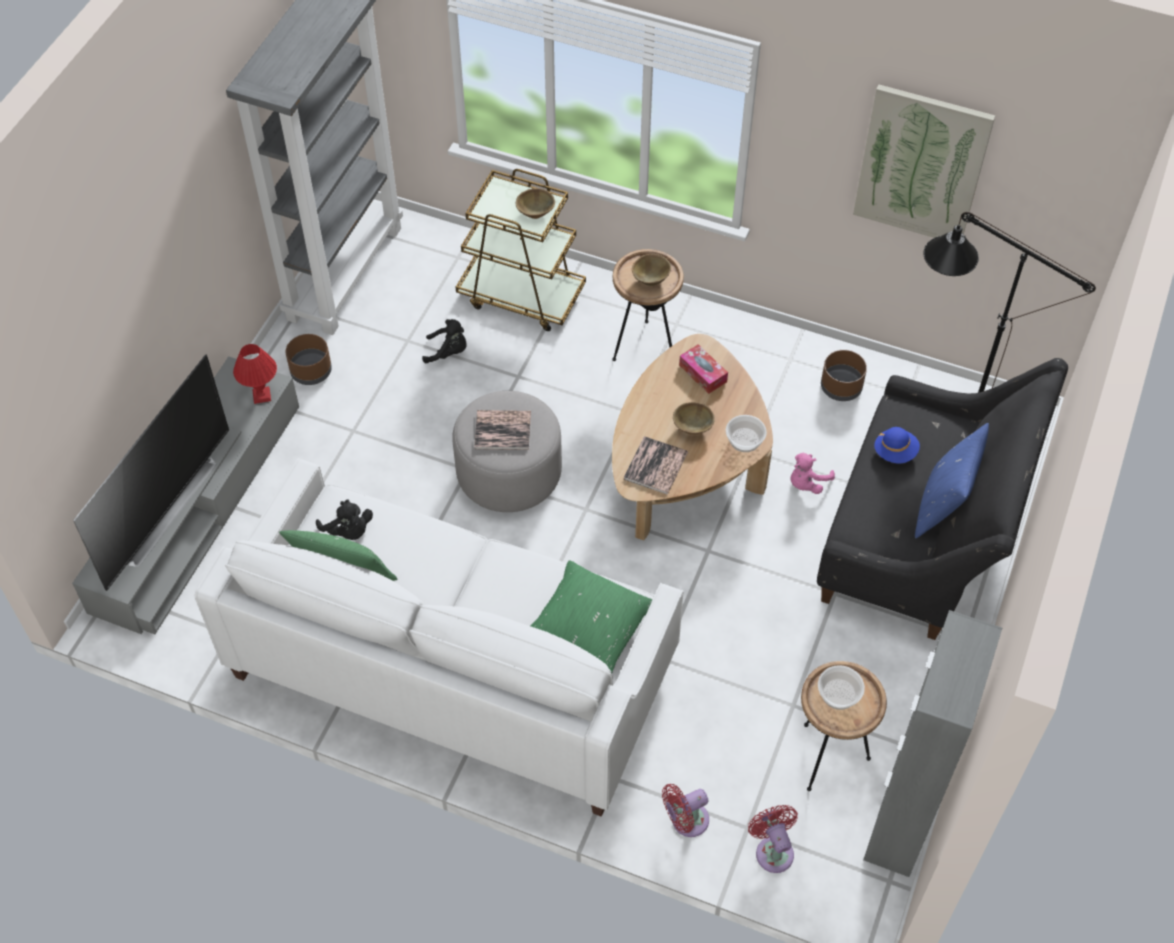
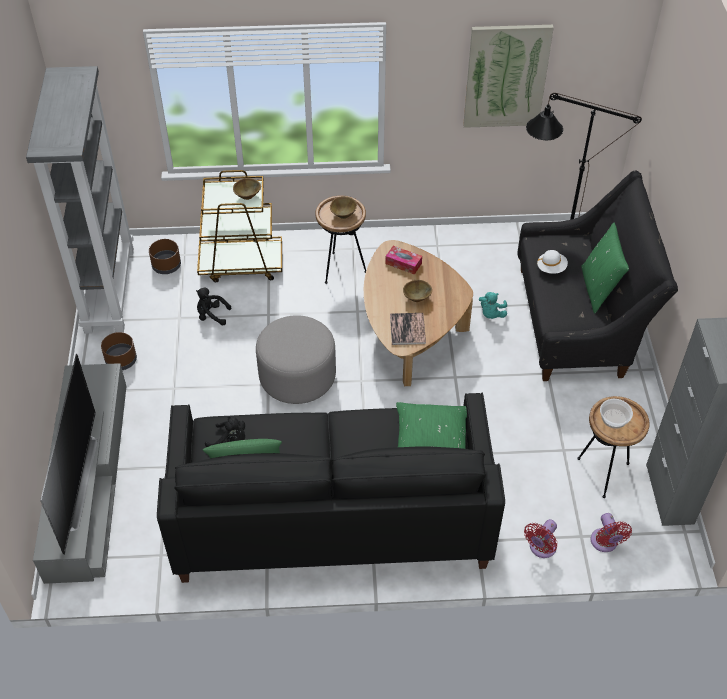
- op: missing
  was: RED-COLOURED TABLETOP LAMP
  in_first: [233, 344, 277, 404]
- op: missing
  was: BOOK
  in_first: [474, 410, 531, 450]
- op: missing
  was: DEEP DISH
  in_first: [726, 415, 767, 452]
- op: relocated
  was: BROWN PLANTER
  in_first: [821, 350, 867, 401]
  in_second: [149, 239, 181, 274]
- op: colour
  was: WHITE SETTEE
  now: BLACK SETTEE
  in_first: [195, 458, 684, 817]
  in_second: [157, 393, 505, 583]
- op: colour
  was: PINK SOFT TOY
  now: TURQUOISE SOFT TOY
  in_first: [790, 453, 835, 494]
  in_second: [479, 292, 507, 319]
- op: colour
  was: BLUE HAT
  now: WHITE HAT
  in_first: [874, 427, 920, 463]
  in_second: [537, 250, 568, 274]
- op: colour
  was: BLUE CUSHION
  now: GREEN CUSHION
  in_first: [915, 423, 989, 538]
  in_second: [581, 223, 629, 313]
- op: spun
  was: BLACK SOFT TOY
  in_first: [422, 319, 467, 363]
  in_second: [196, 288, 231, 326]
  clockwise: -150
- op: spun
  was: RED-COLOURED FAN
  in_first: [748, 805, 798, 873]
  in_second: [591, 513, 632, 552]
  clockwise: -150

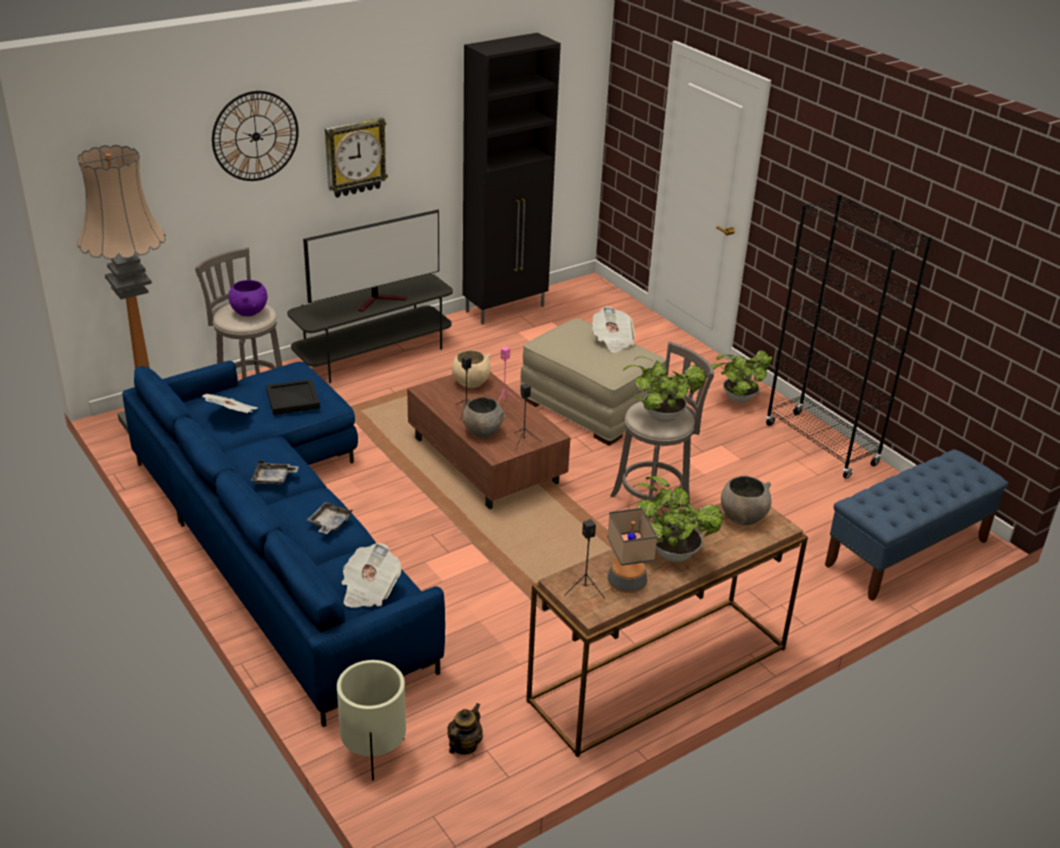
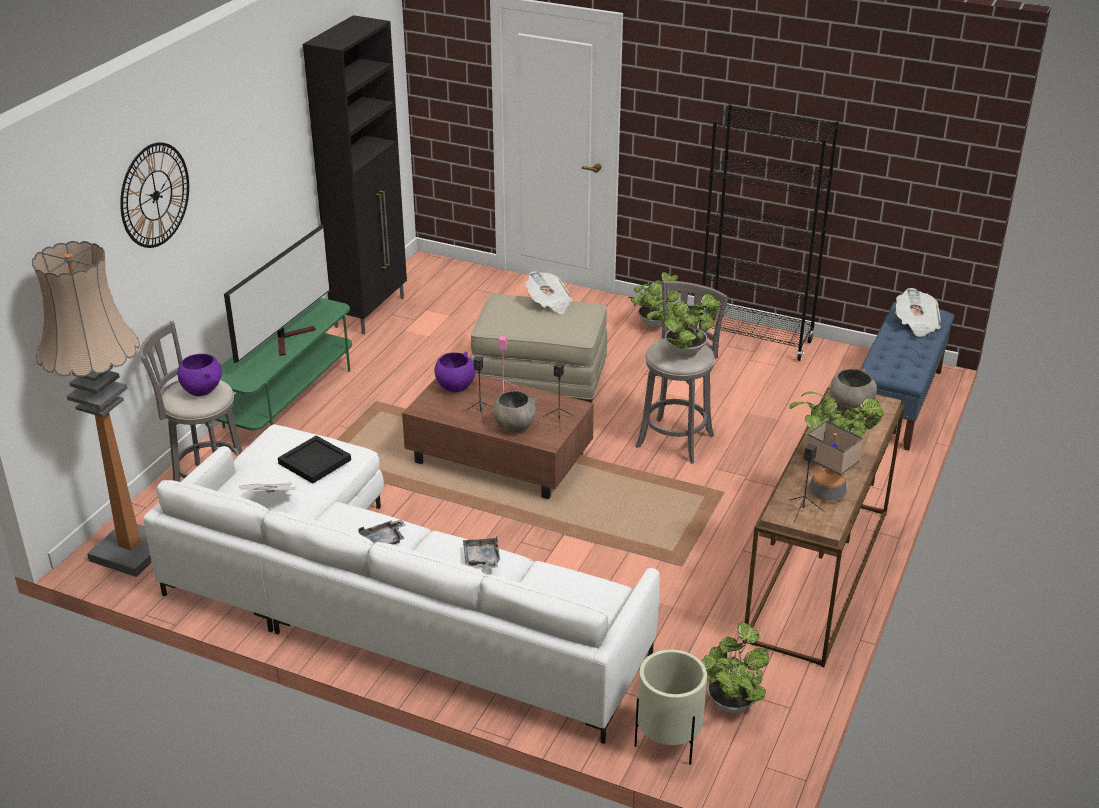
- op: missing
  was: CLOCK ON THE WALL
  in_first: [325, 117, 388, 198]
- op: relocated
  was: DAILY PAPER
  in_first: [342, 543, 401, 608]
  in_second: [896, 288, 941, 337]
- op: exchanged
  was: POT FOR TEA
  now: POTTED PLANT
  in_first: [447, 703, 483, 755]
  in_second: [702, 622, 769, 714]
- op: colour
  was: BLUE SETTEE
  now: WHITE SETTEE
  in_first: [122, 361, 445, 727]
  in_second: [143, 424, 660, 744]
- op: colour
  was: GREYISH MEDIA CONSOLE
  now: GREEN MEDIA CONSOLE
  in_first: [287, 274, 453, 383]
  in_second: [216, 298, 352, 431]
- op: colour
  was: SAND-COLOURED DEEP DISH
  now: PURPLE-COLOURED DEEP DISH
  in_first: [452, 350, 491, 388]
  in_second: [435, 352, 476, 392]

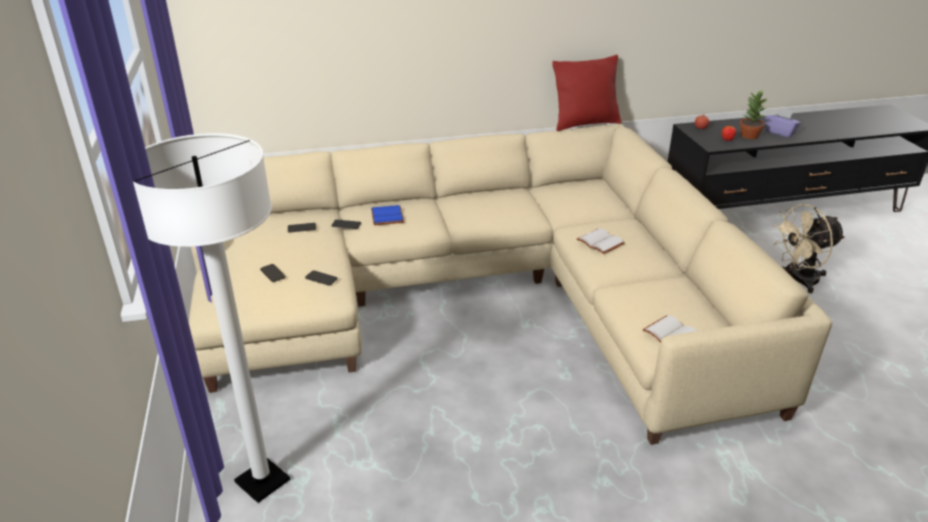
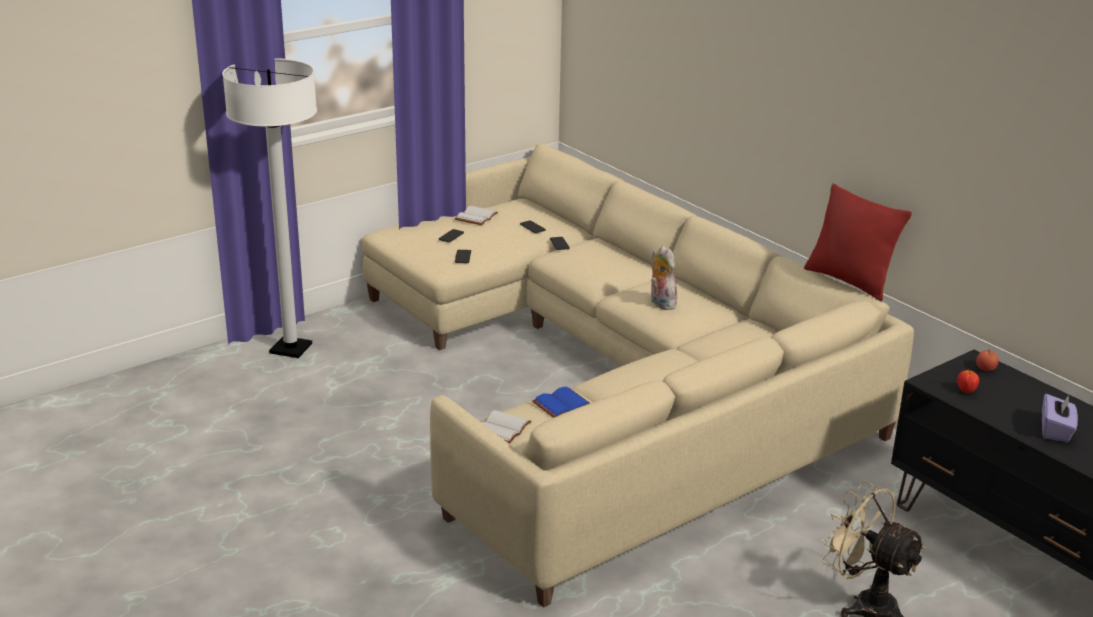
- op: missing
  was: POTTED PLANT
  in_first: [740, 90, 767, 139]
- op: appeared
  now: SOFT TOY
  in_second: [651, 246, 677, 310]
- op: relocated
  was: BLUE BOOK
  in_first: [371, 205, 404, 225]
  in_second: [532, 387, 590, 418]
- op: relocated
  was: WHITE BOOK
  in_first: [577, 228, 625, 254]
  in_second: [455, 206, 498, 225]

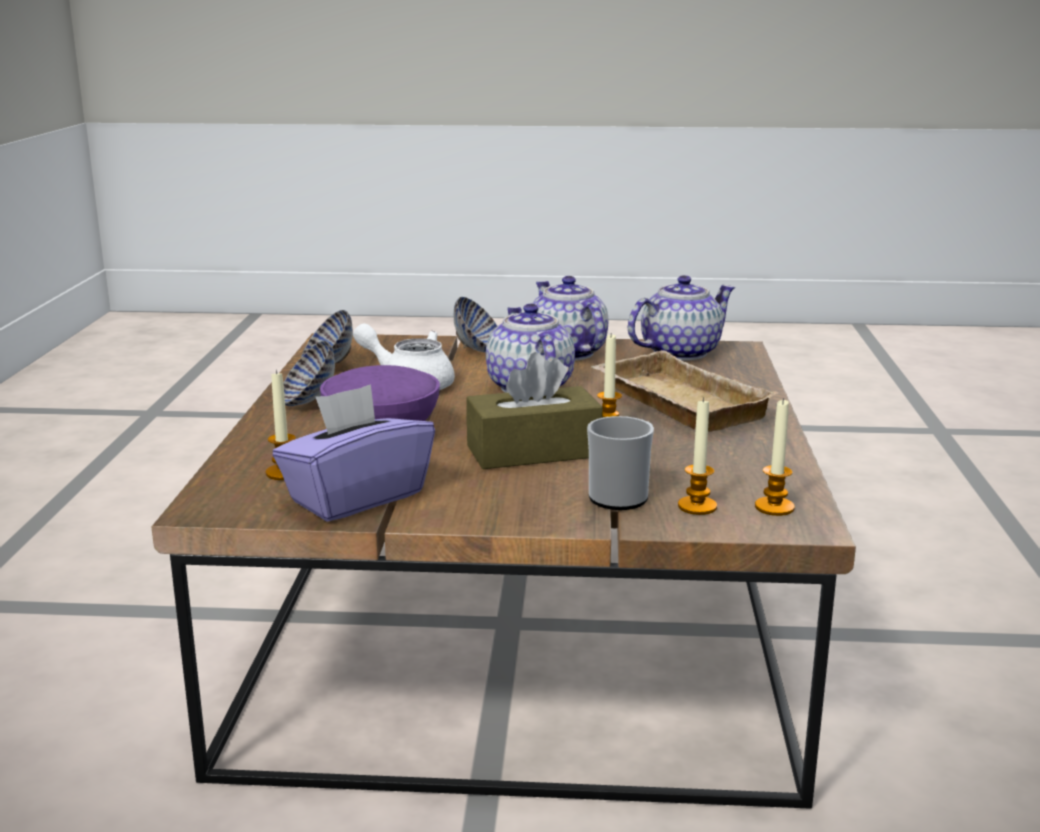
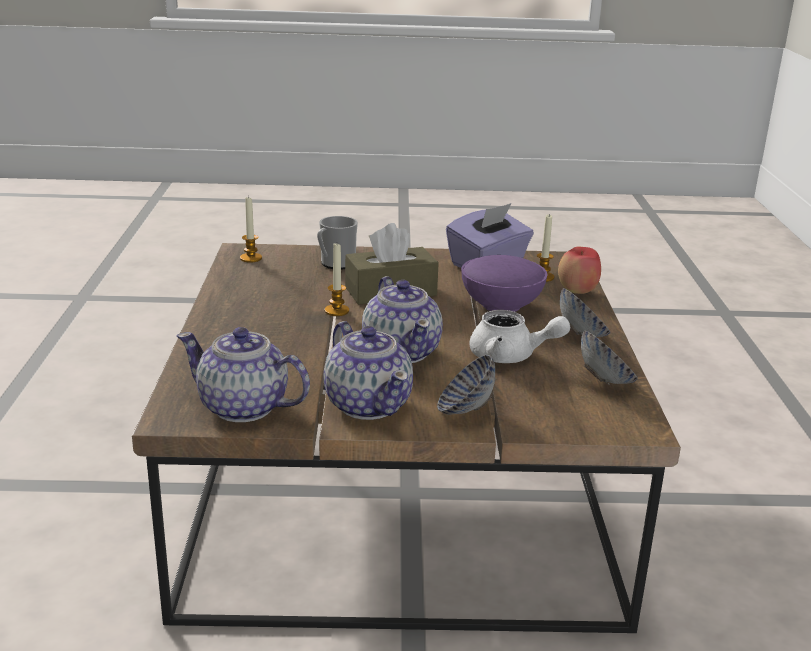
- op: missing
  was: SAND-COLOURED CARRYING TRAY
  in_first: [591, 350, 779, 432]
- op: missing
  was: WAX CANDLE
  in_first: [678, 397, 717, 515]
- op: appeared
  now: APPLE
  in_second: [558, 246, 601, 294]
- op: spun
  was: POT FOR TEA
  in_first: [628, 275, 735, 360]
  in_second: [176, 327, 310, 422]
  clockwise: 60

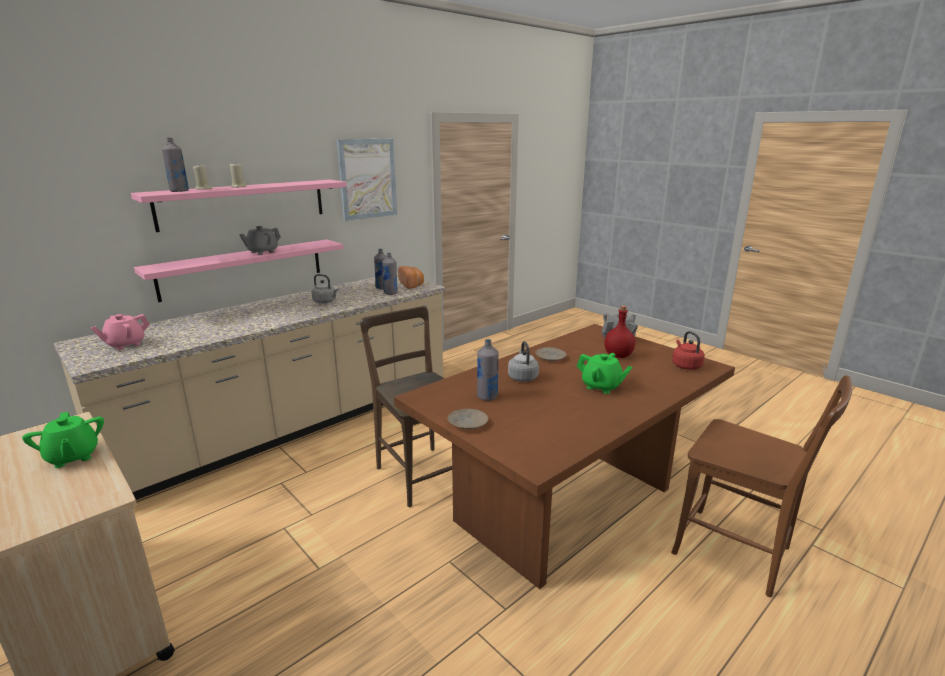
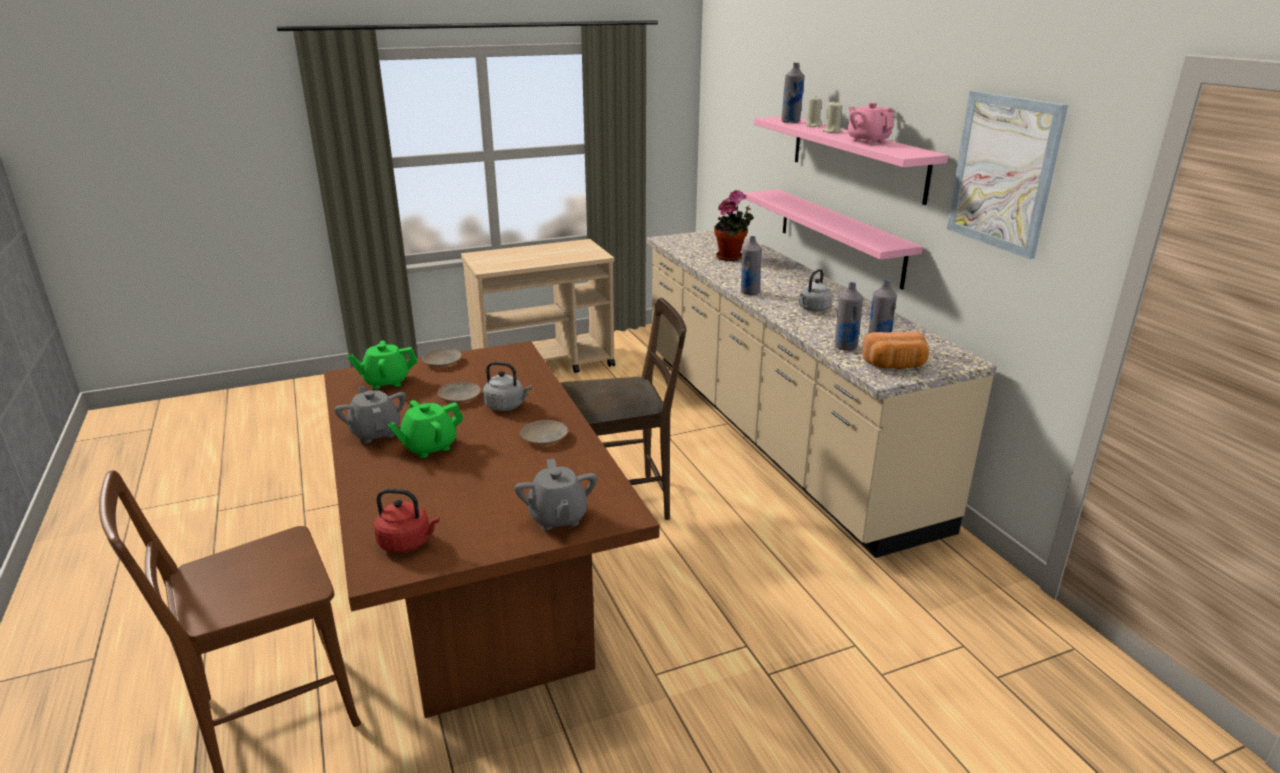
- op: missing
  was: RED-COLOURED DRINK BOTTLE
  in_first: [604, 306, 635, 358]
- op: appeared
  now: SAND-COLOURED PLATE
  in_second: [438, 381, 481, 403]
- op: appeared
  now: POTTED PLANT
  in_second: [714, 190, 754, 261]
- op: relocated
  was: GREEN POT FOR TEA
  in_first: [22, 412, 104, 468]
  in_second: [347, 340, 417, 389]
- op: relocated
  was: PINK POT FOR TEA
  in_first: [91, 314, 150, 350]
  in_second: [848, 102, 894, 144]
- op: relocated
  was: GREYISH POT FOR TEA
  in_first: [239, 226, 281, 255]
  in_second: [335, 386, 406, 443]
- op: relocated
  was: GREYISH DRINK BOTTLE
  in_first: [477, 339, 499, 401]
  in_second: [741, 236, 762, 295]

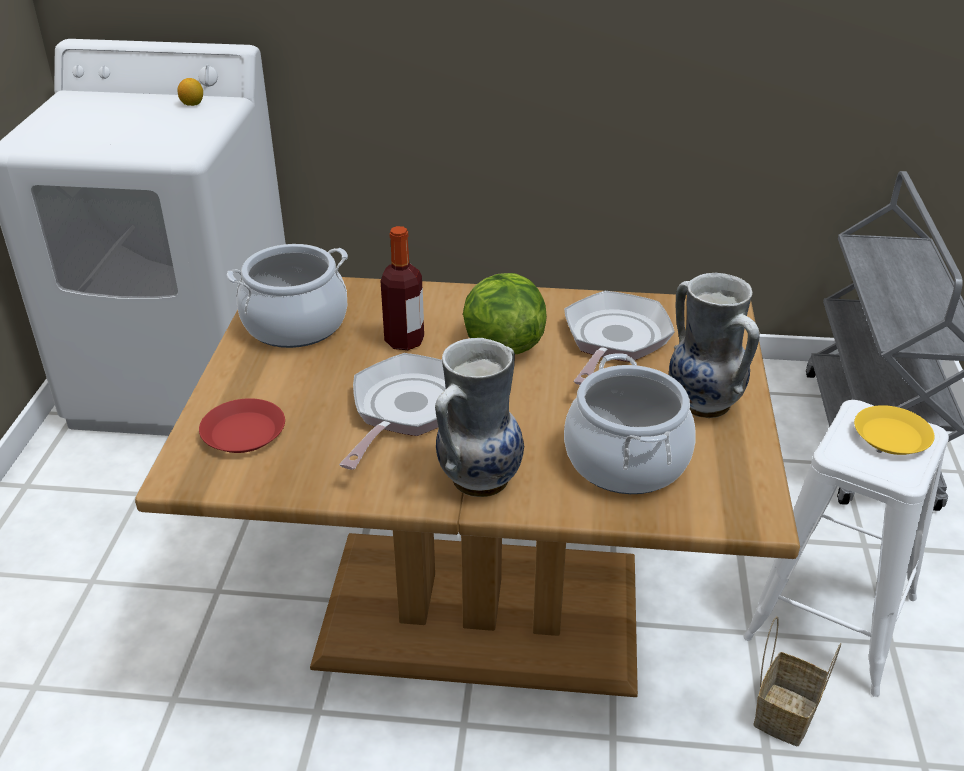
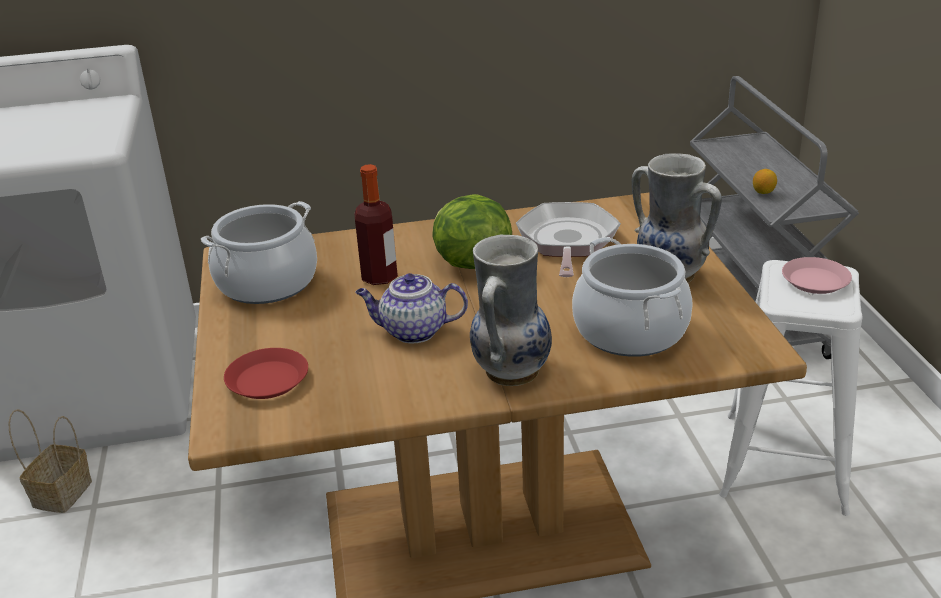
- op: relocated
  was: CITRUS FRUIT
  in_first: [177, 78, 203, 106]
  in_second: [753, 169, 777, 194]
- op: relocated
  was: HOUSEHOLD BASKET
  in_first: [753, 616, 841, 746]
  in_second: [8, 409, 92, 513]
- op: exchanged
  was: PAN
  now: POT FOR TEA
  in_first: [339, 353, 446, 470]
  in_second: [355, 273, 468, 343]
- op: colour
  was: YELLOW-COLOURED PLATE
  now: PINK PLATE
  in_first: [854, 405, 934, 455]
  in_second: [782, 257, 852, 294]

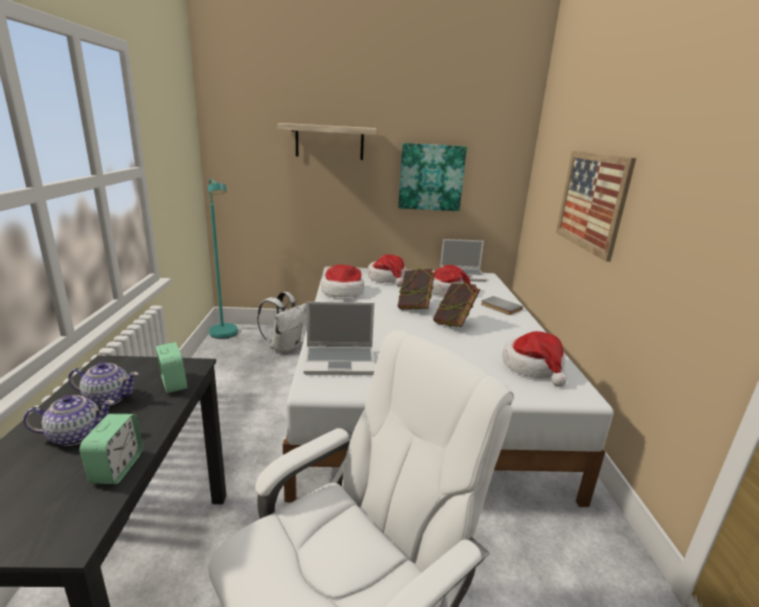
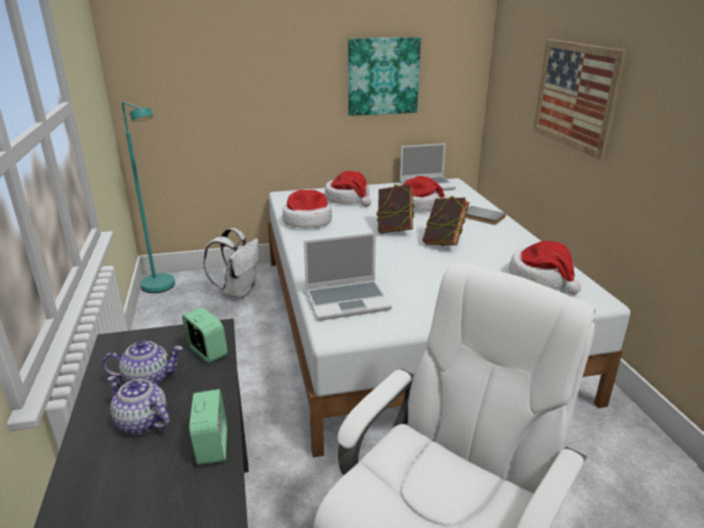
- op: missing
  was: SHELF
  in_first: [278, 123, 376, 160]
- op: spun
  was: POT FOR TEA
  in_first: [23, 395, 115, 446]
  in_second: [107, 376, 169, 435]
  clockwise: -120

